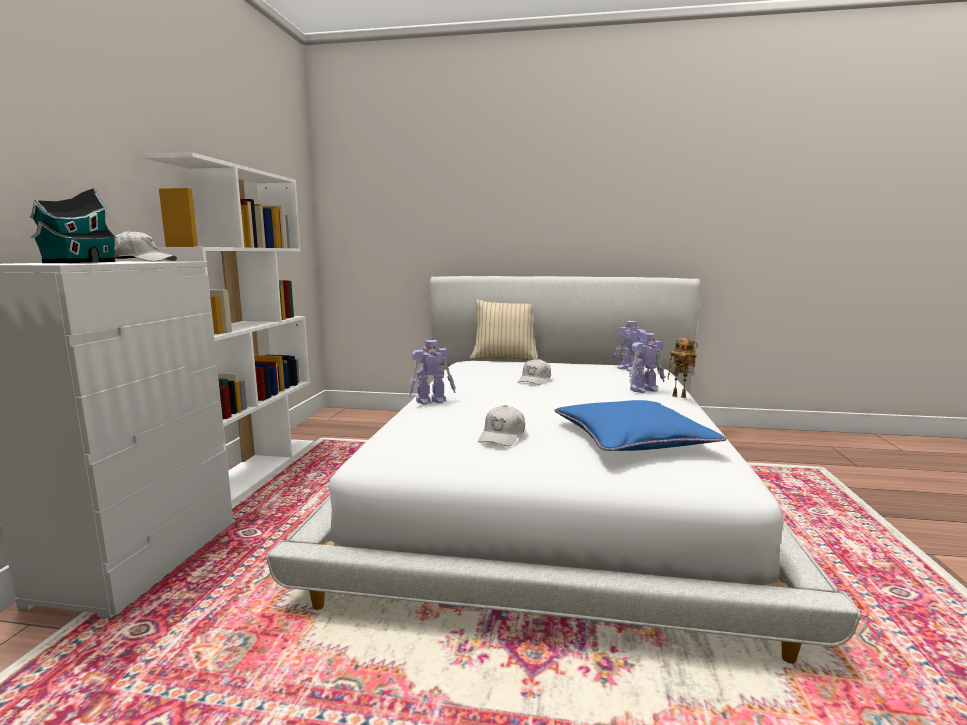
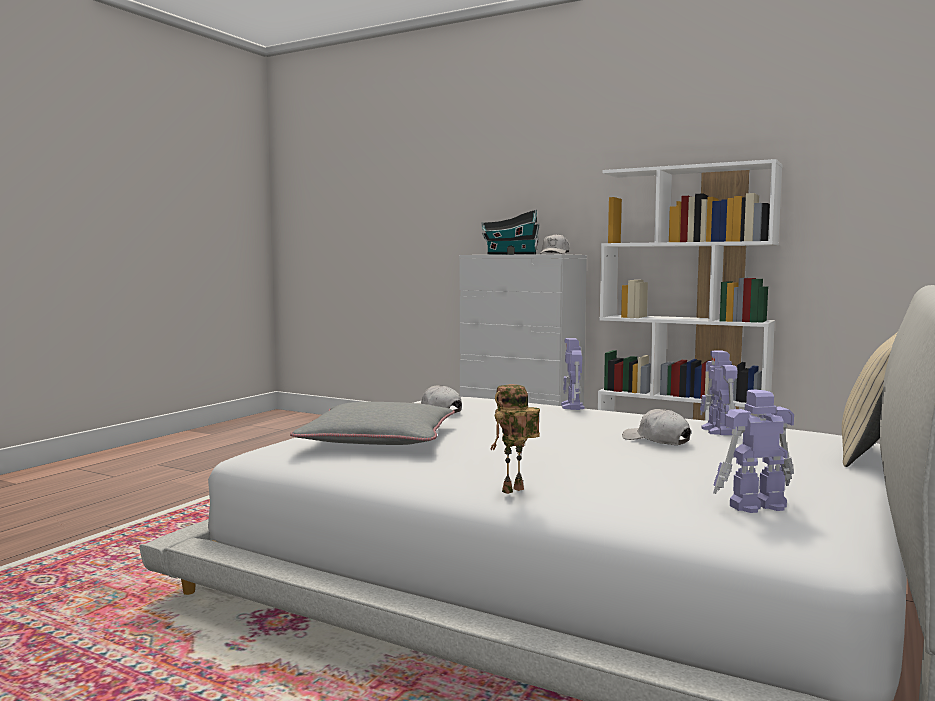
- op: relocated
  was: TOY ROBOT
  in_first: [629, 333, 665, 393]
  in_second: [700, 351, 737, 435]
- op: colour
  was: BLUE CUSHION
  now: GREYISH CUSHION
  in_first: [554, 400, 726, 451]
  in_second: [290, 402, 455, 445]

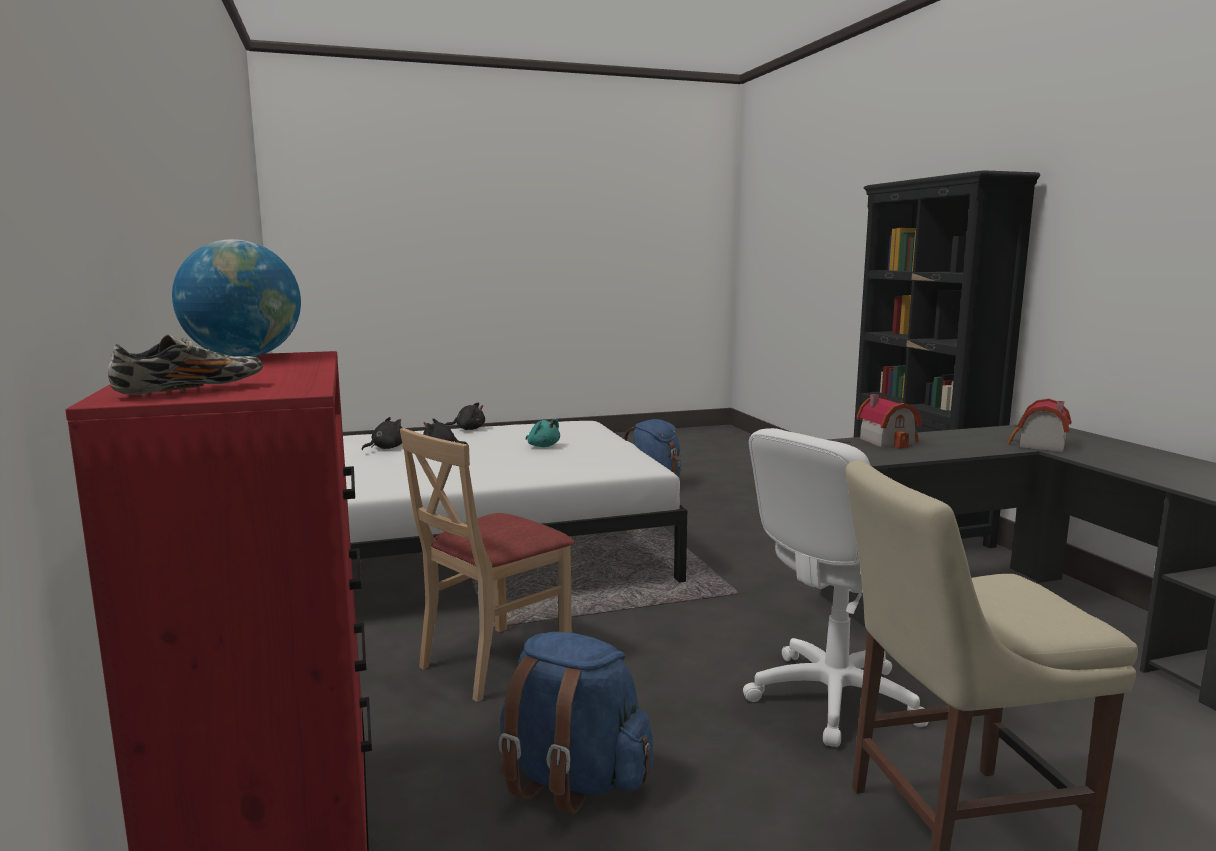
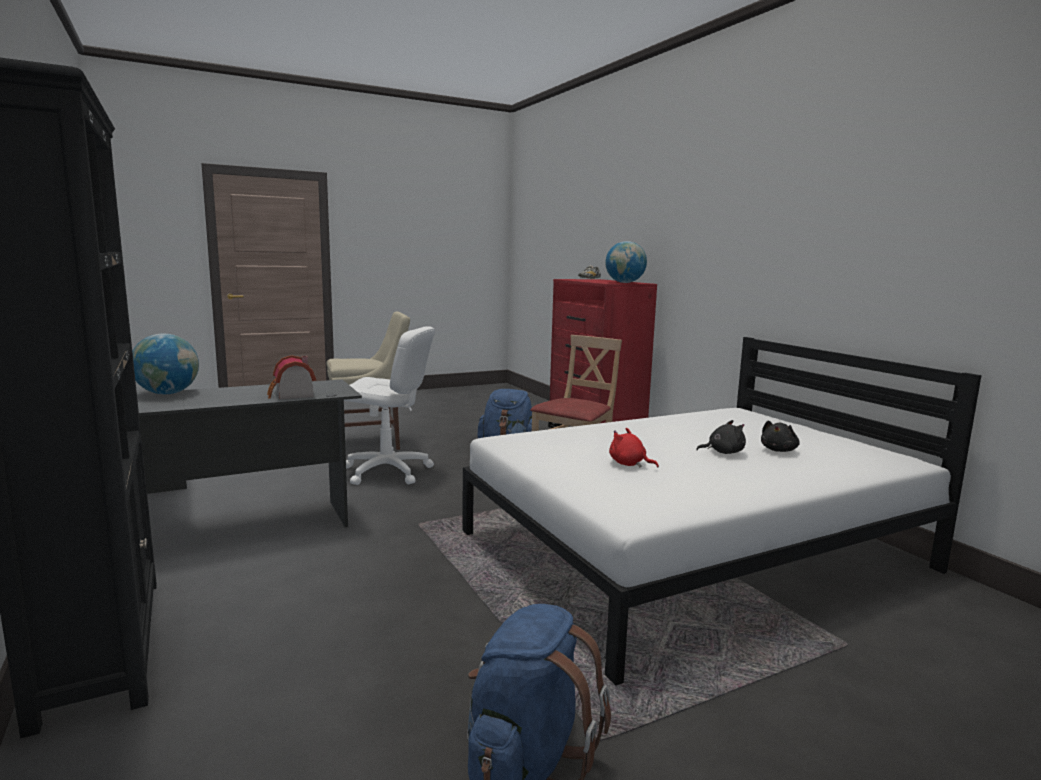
- op: missing
  was: BLACK SOFT TOY
  in_first: [445, 402, 485, 430]
- op: exchanged
  was: MINIATURE HOUSE
  now: GLOBE
  in_first: [1007, 399, 1072, 452]
  in_second: [132, 333, 199, 394]
- op: colour
  was: TURQUOISE SOFT TOY
  now: RED-COLOURED SOFT TOY
  in_first: [526, 419, 560, 447]
  in_second: [609, 428, 659, 468]
- op: spun
  was: WHITE COMPUTER CHAIR
  in_first: [743, 428, 928, 747]
  in_second: [344, 326, 435, 485]
  clockwise: 60

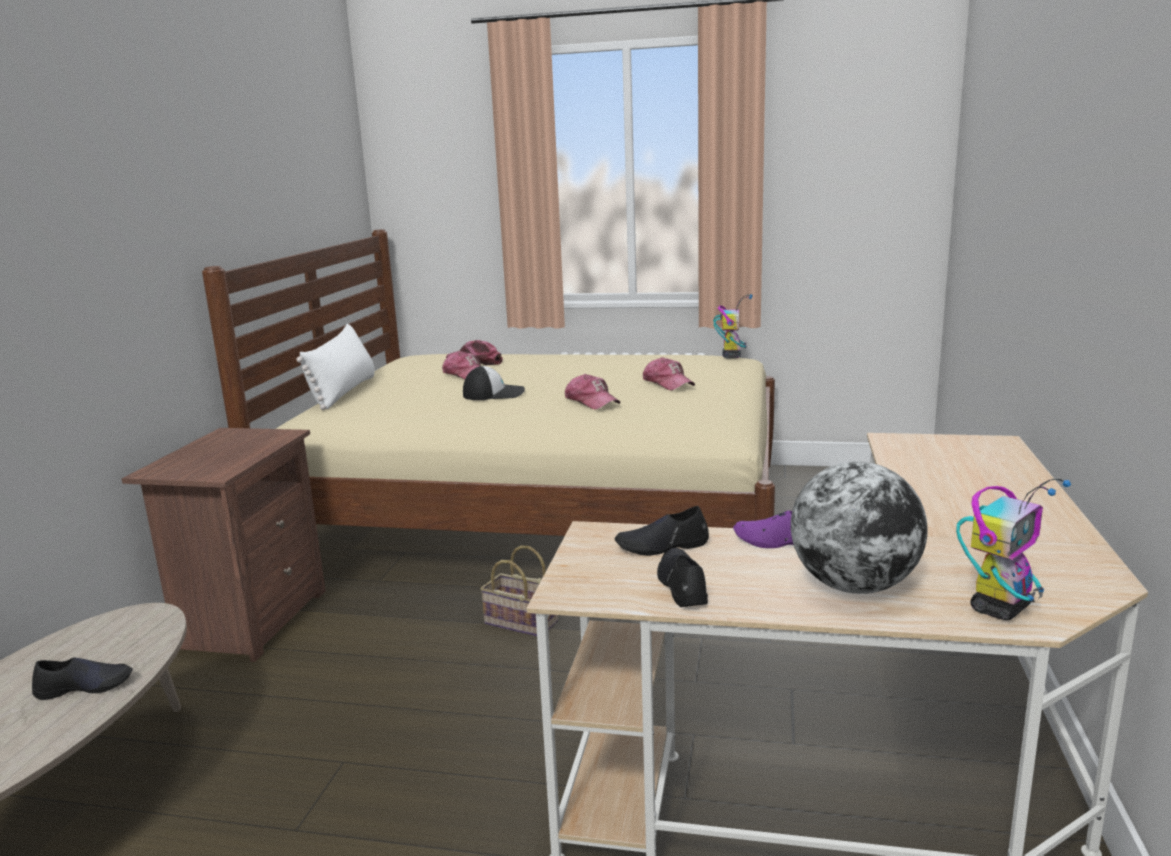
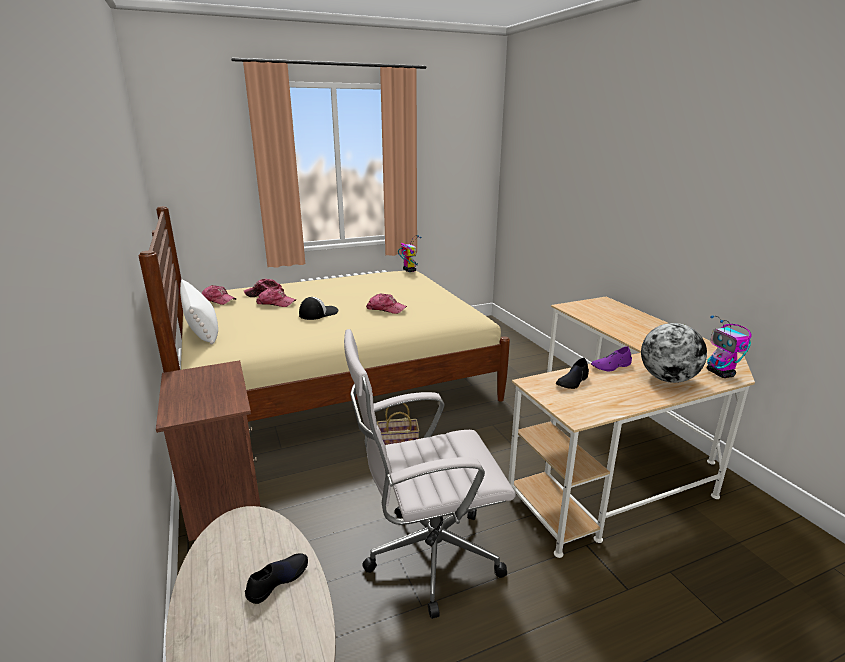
- op: missing
  was: BLACK SHOE
  in_first: [657, 547, 708, 607]
- op: appeared
  now: WHITE COMPUTER CHAIR
  in_second: [344, 329, 516, 619]
- op: relocated
  was: CAP
  in_first: [643, 357, 695, 390]
  in_second: [202, 285, 236, 305]
- op: spun
  was: TOY ROBOT
  in_first: [956, 479, 1071, 620]
  in_second: [707, 315, 751, 378]
  clockwise: 150

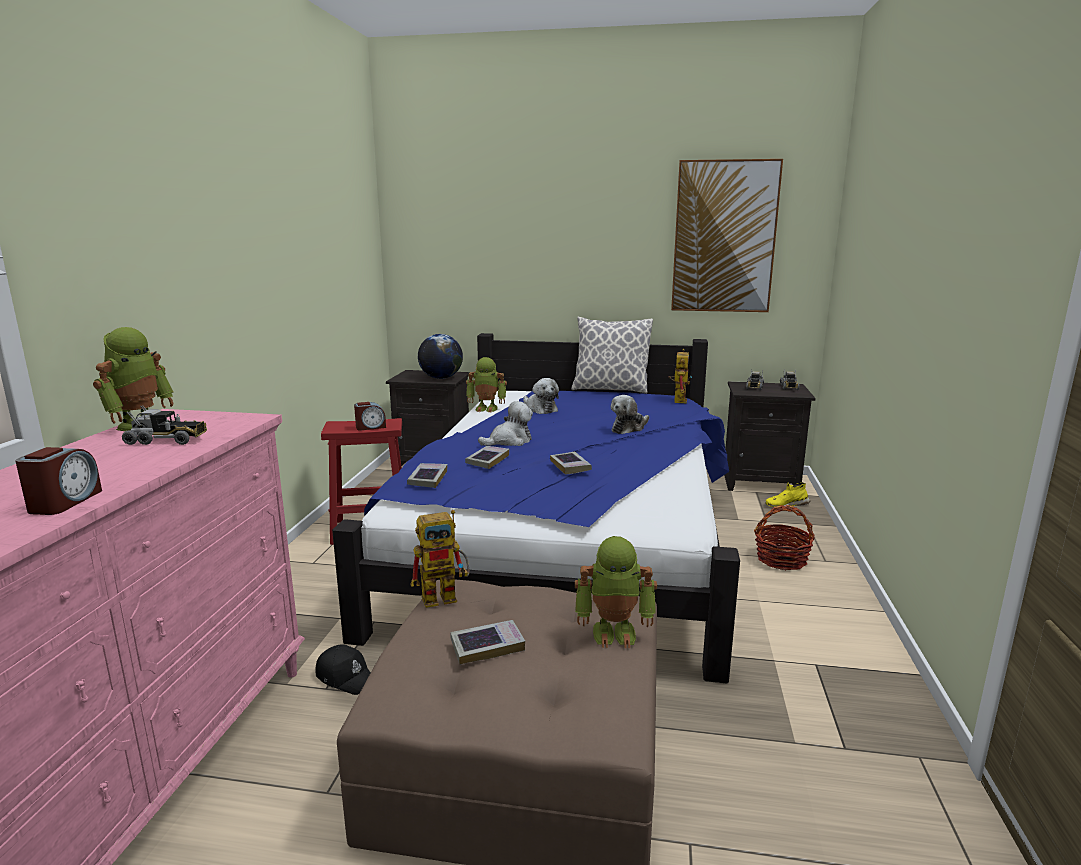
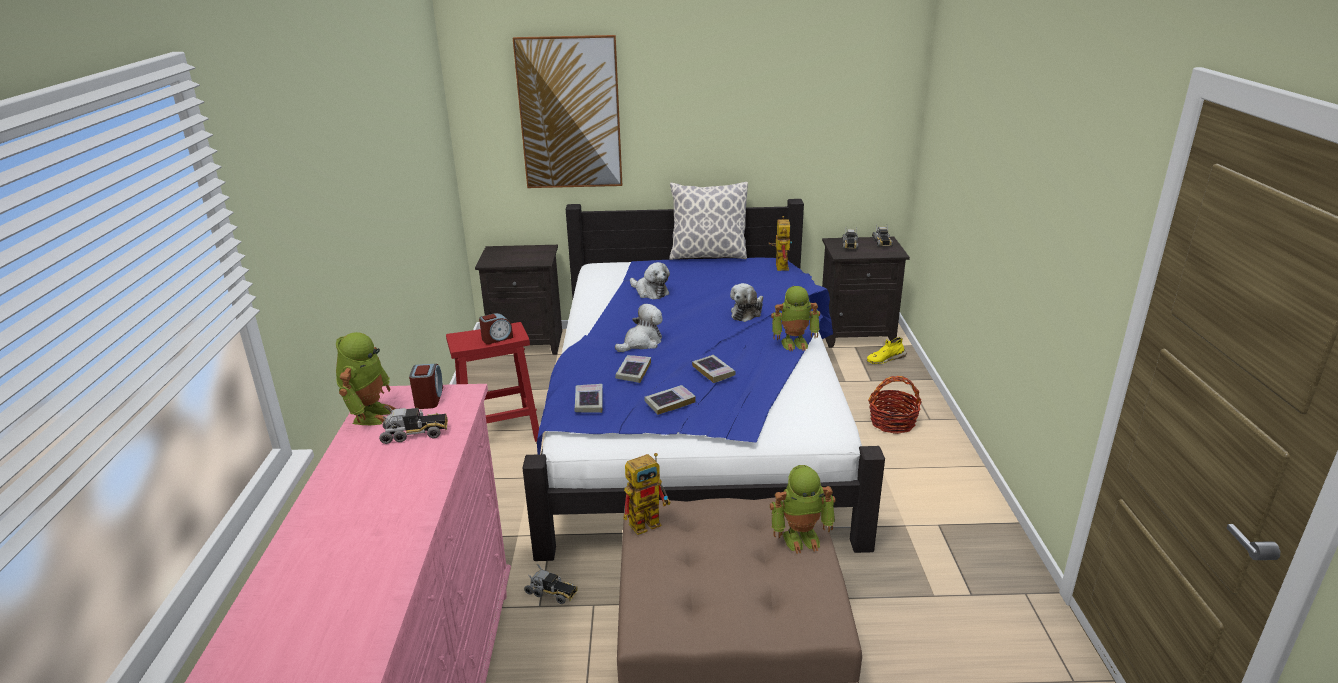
- op: missing
  was: GLOBE
  in_first: [418, 334, 463, 379]
- op: relocated
  was: TABLE CLOCK
  in_first: [15, 447, 102, 515]
  in_second: [409, 364, 443, 409]
- op: relocated
  was: BOOK
  in_first: [450, 620, 525, 665]
  in_second: [644, 385, 696, 415]
- op: relocated
  was: TOY ROBOT
  in_first: [466, 357, 507, 413]
  in_second: [771, 286, 820, 351]
- op: relocated
  was: PICTURE
  in_first: [671, 159, 783, 312]
  in_second: [513, 35, 622, 188]
- op: exchanged
  was: BLACK CAP
  now: MODEL TRUCK
  in_first: [316, 644, 371, 695]
  in_second: [524, 564, 578, 604]

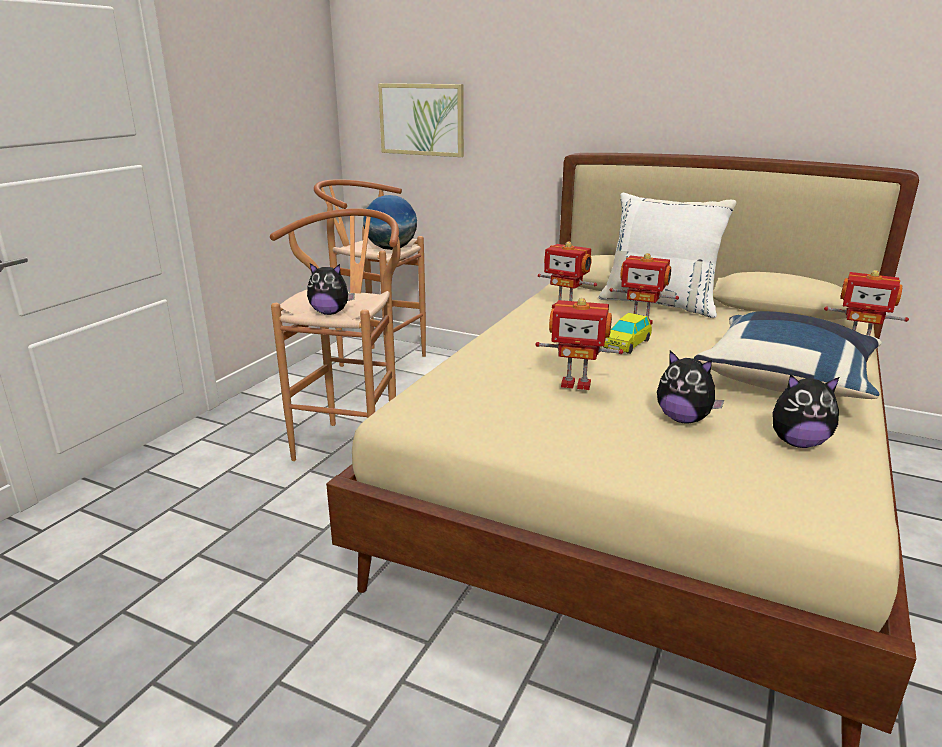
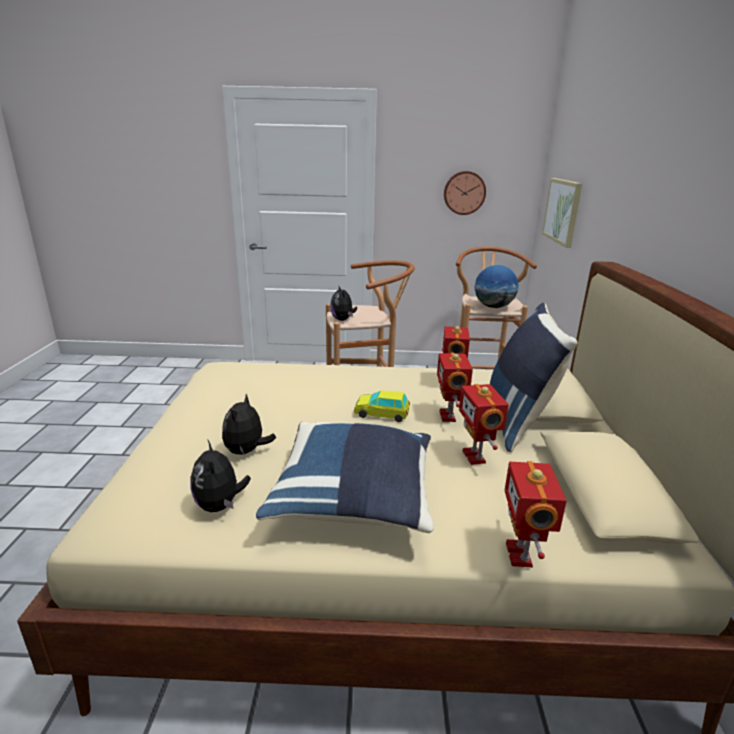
- op: appeared
  now: CLOCK ON THE WALL
  in_second: [444, 171, 486, 215]
- op: relocated
  was: TOY ROBOT
  in_first: [535, 298, 623, 390]
  in_second: [459, 384, 509, 465]
- op: colour
  was: WHITE CUSHION
  now: BLUE CUSHION
  in_first: [599, 193, 737, 318]
  in_second: [490, 303, 578, 452]

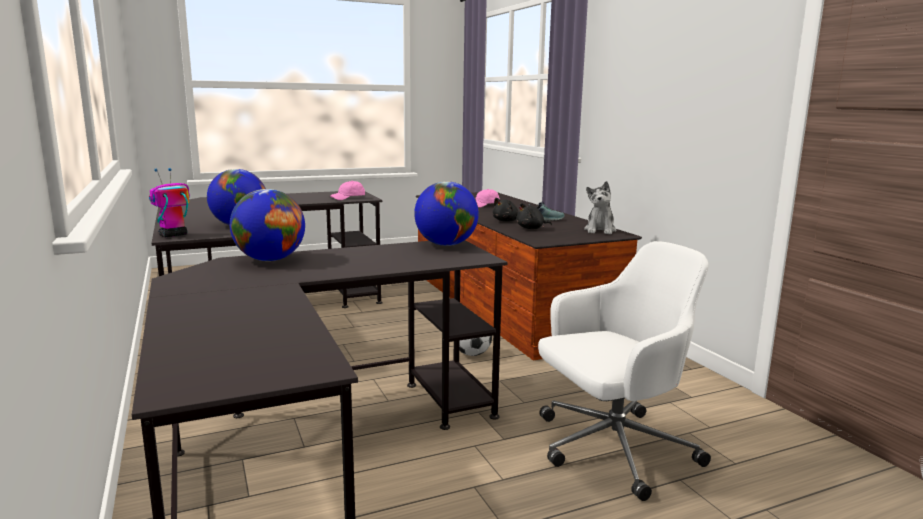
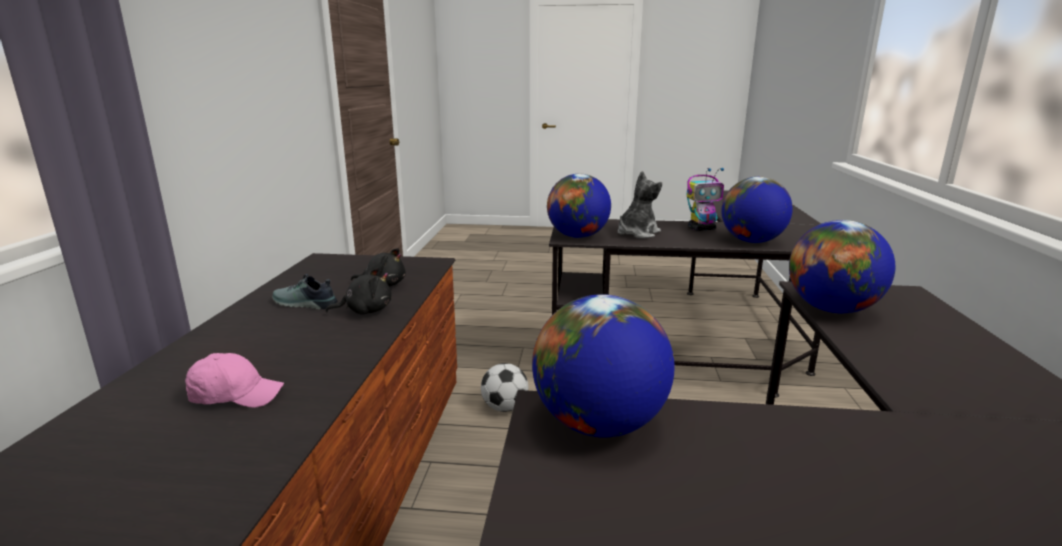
- op: missing
  was: WHITE COMPUTER CHAIR
  in_first: [538, 241, 711, 501]
- op: relocated
  was: TOY ROBOT
  in_first: [149, 168, 190, 237]
  in_second: [687, 168, 724, 231]
- op: relocated
  was: SOFT TOY
  in_first: [584, 181, 616, 234]
  in_second: [618, 171, 662, 239]
- op: exchanged
  was: PINK CAP
  now: GLOBE
  in_first: [330, 181, 365, 200]
  in_second: [532, 294, 675, 437]

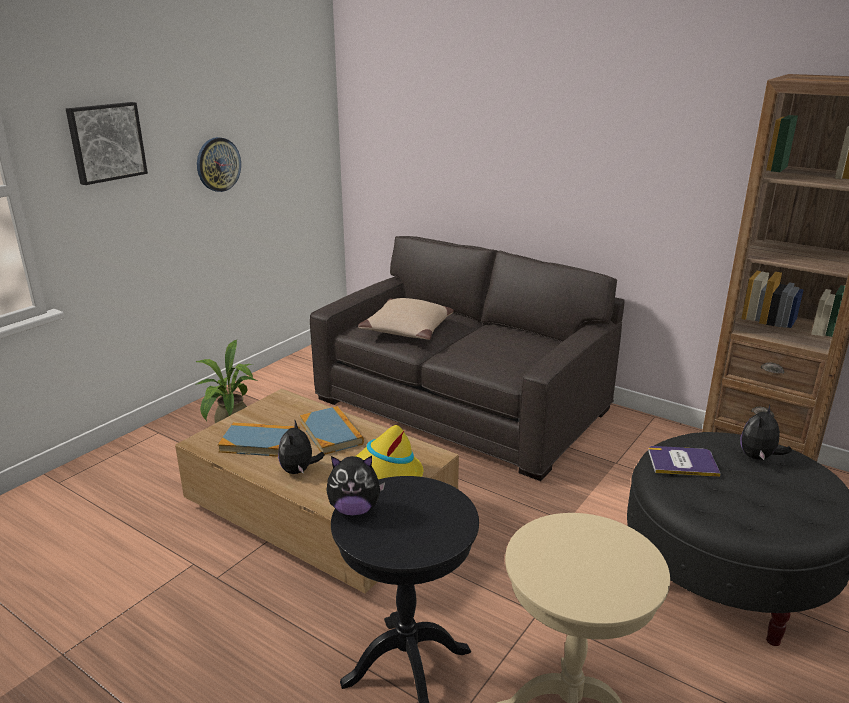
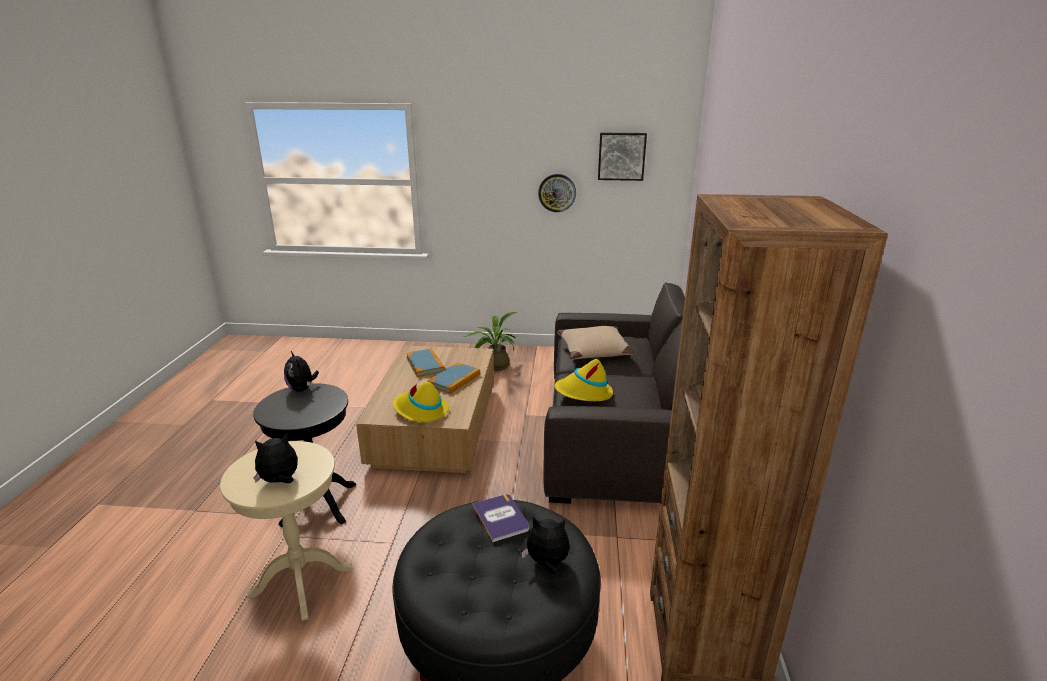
- op: appeared
  now: YELLOW-COLOURED HAT
  in_second: [555, 359, 613, 401]
- op: relocated
  was: PICTURE
  in_first: [66, 102, 148, 185]
  in_second: [598, 133, 647, 181]
- op: relocated
  was: SOFT TOY
  in_first: [278, 421, 324, 474]
  in_second: [254, 433, 298, 483]

